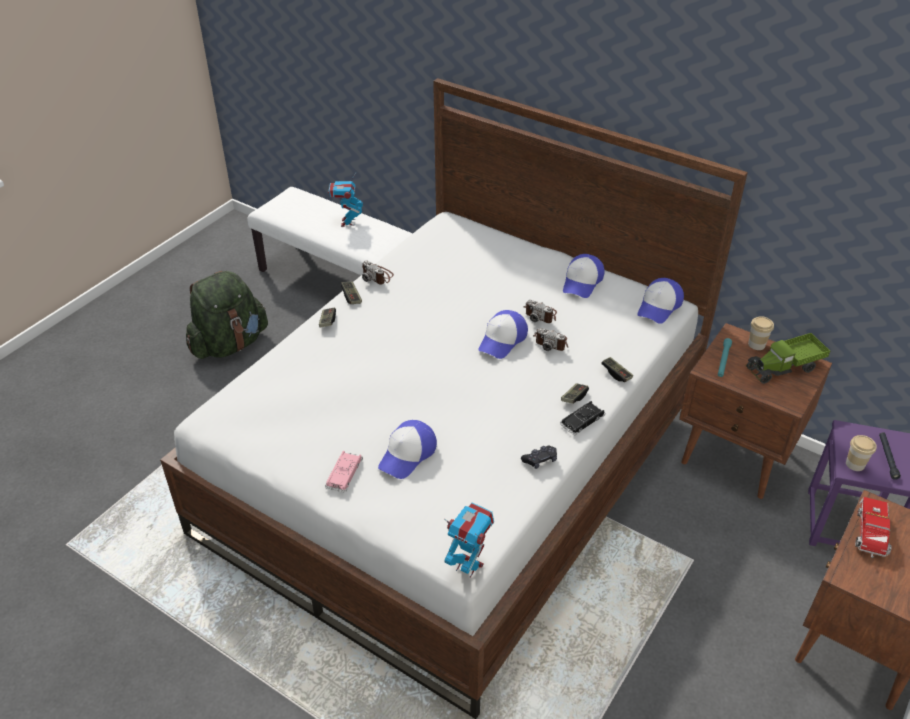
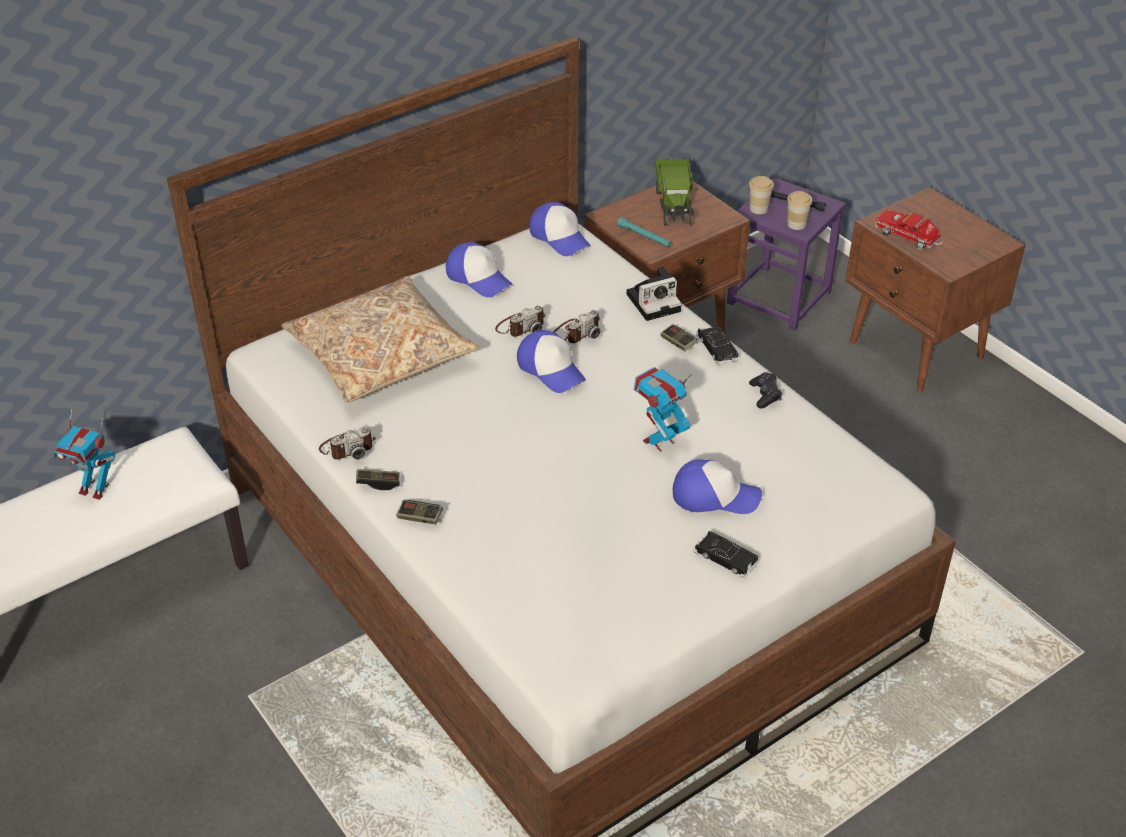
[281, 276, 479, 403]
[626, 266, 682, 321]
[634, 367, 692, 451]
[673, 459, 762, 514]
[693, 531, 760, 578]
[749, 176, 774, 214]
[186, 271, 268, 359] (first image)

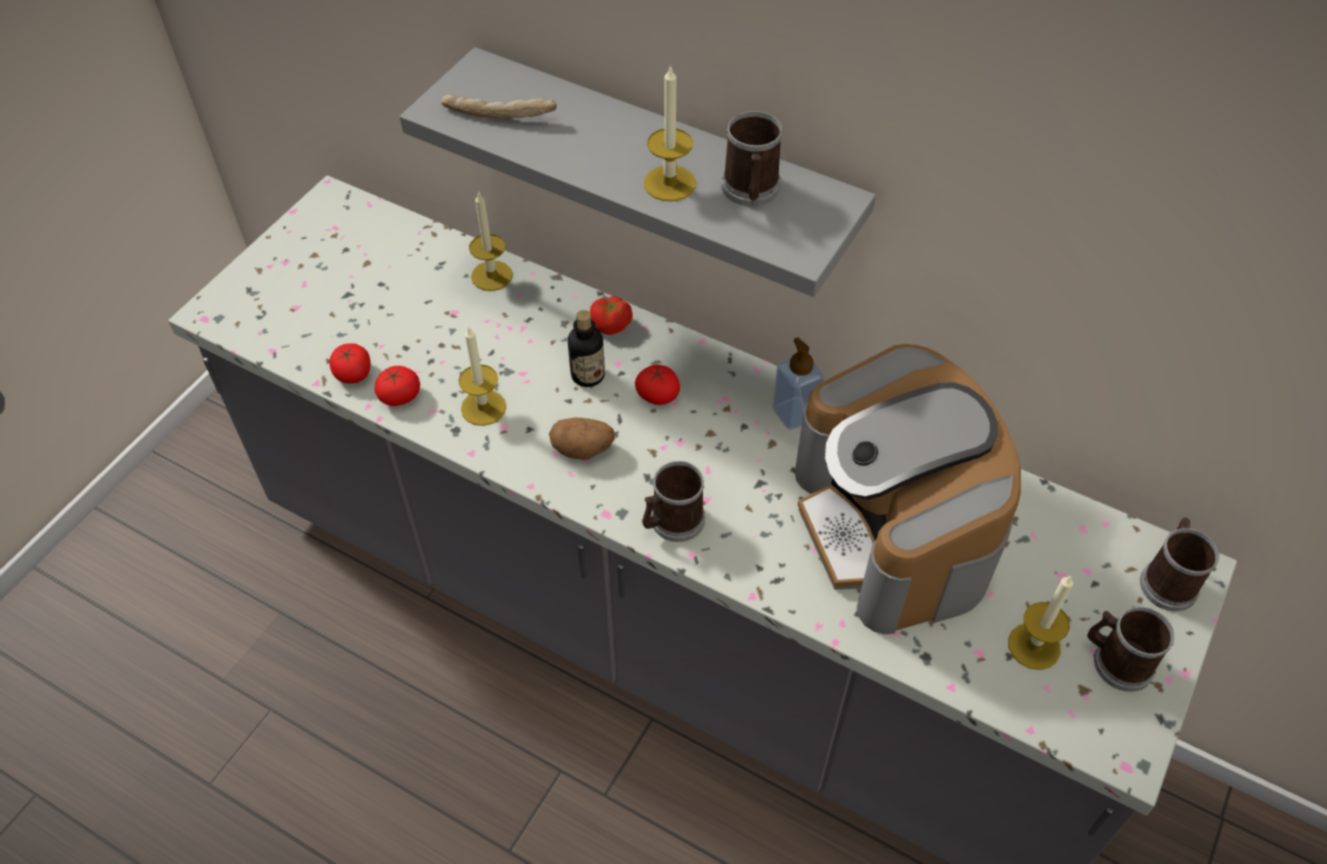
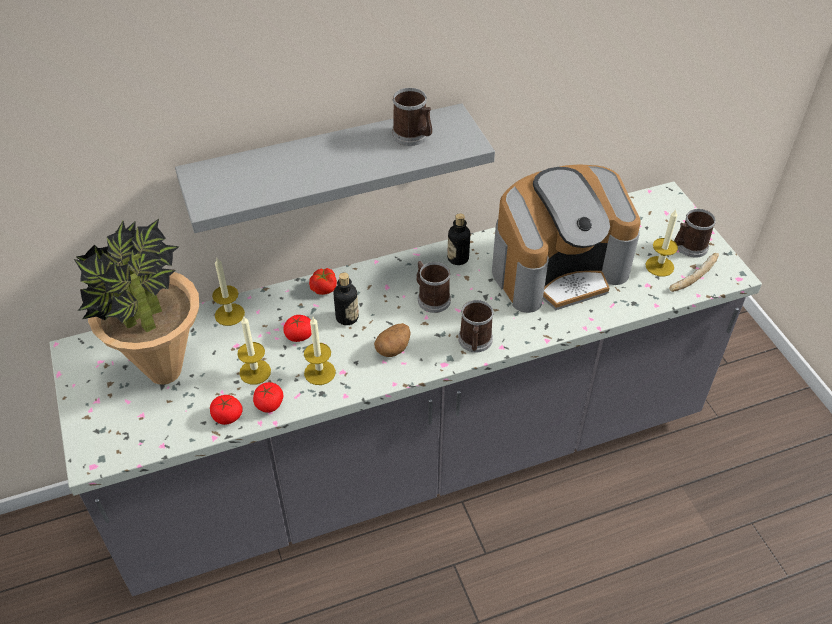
[74, 219, 199, 385]
[237, 315, 271, 384]
[283, 315, 312, 342]
[416, 261, 451, 313]
[447, 213, 470, 265]
[492, 164, 641, 313]
[669, 253, 719, 292]

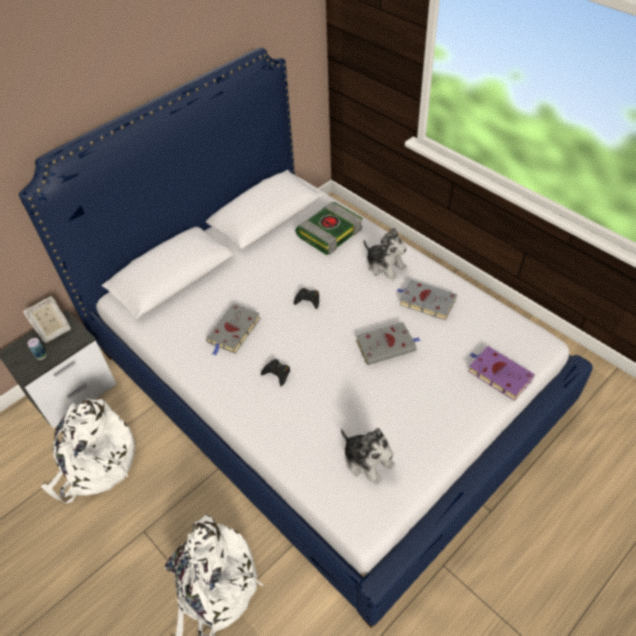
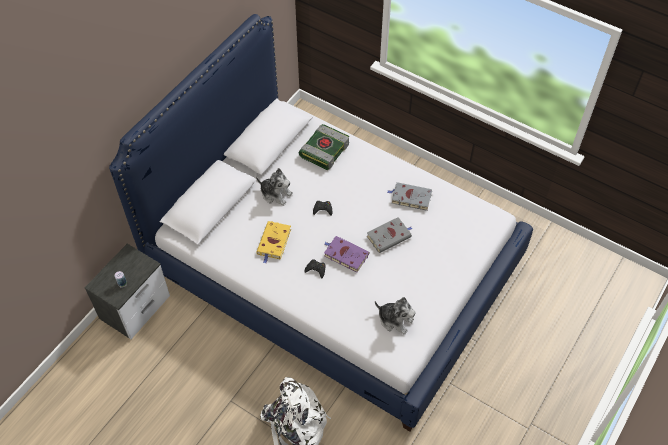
[256, 168, 293, 206]
[256, 221, 291, 263]
[324, 236, 369, 273]
[23, 296, 71, 343] (first image)
[41, 399, 135, 503] (first image)

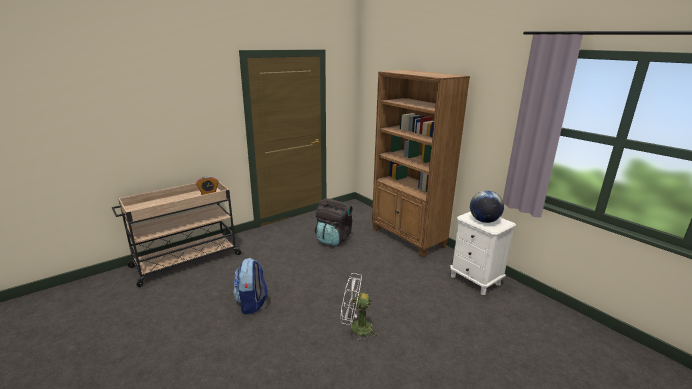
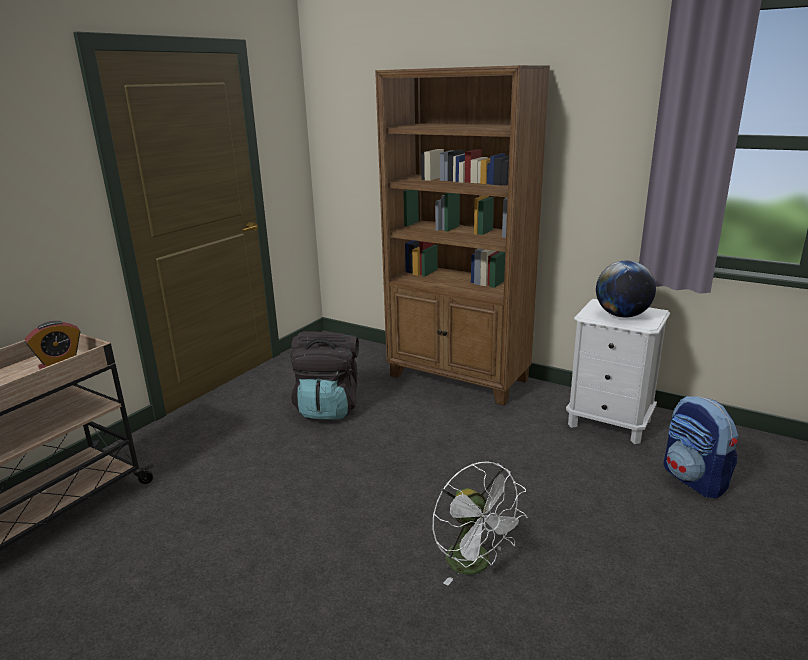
[433, 461, 528, 586]
[663, 396, 738, 498]

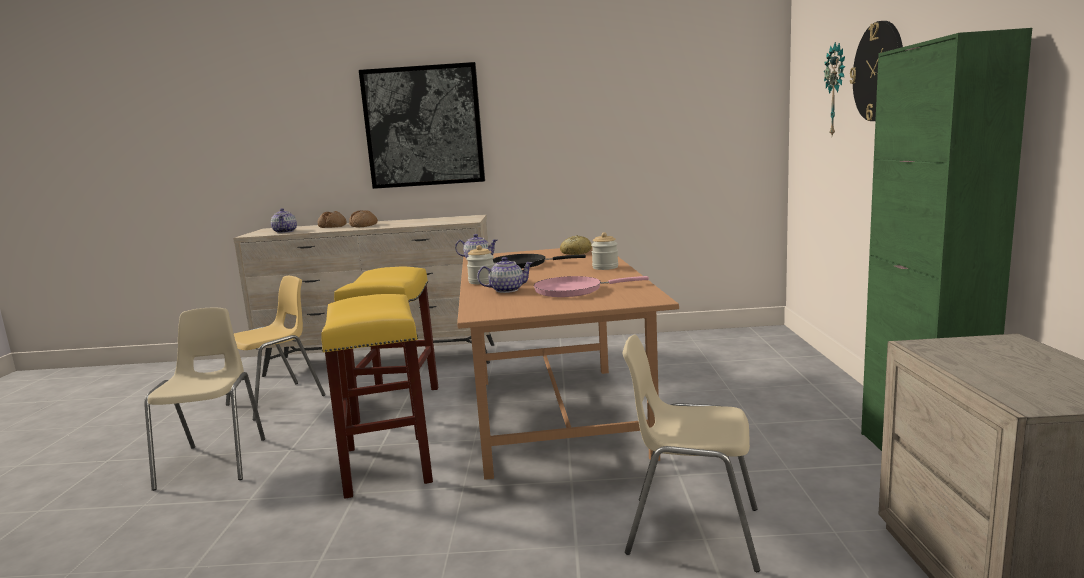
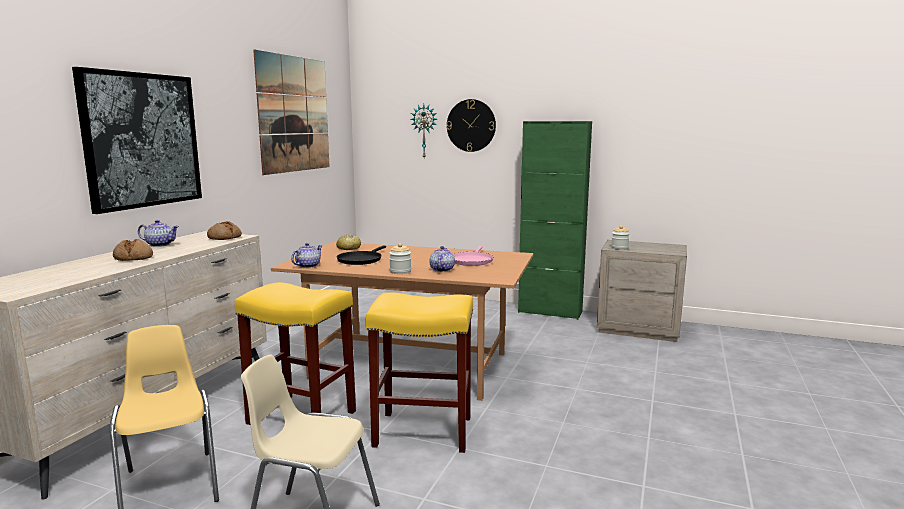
[138, 220, 179, 247]
[207, 221, 242, 240]
[253, 50, 330, 175]
[611, 226, 630, 250]
[623, 334, 760, 572] (first image)

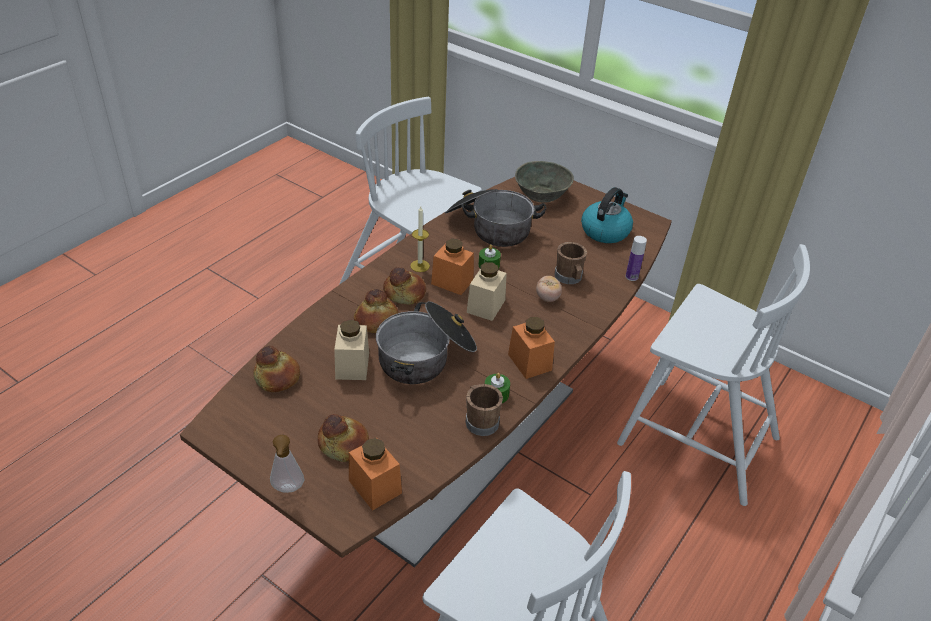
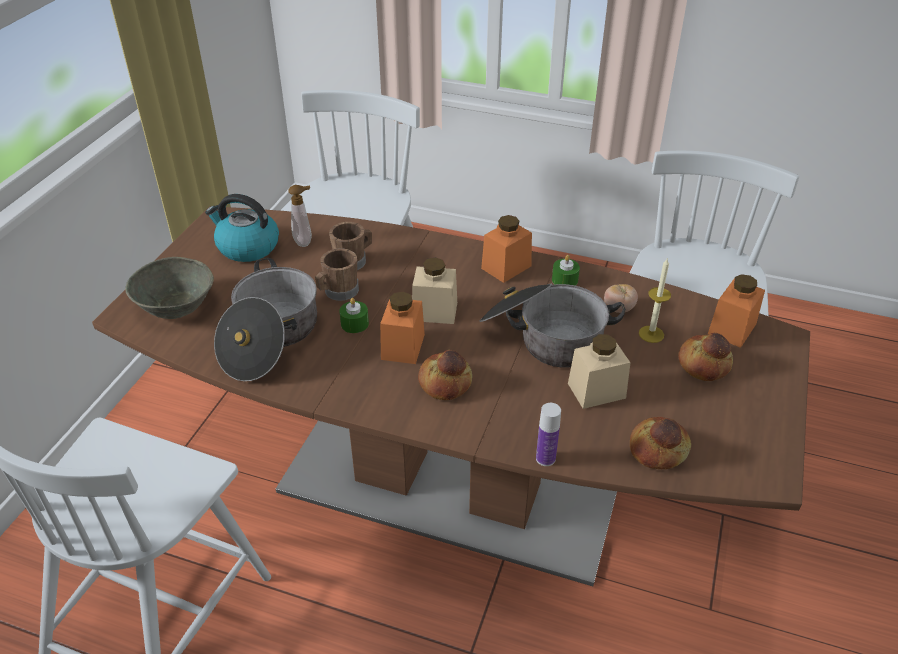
[289, 185, 312, 247]
[315, 248, 359, 301]
[536, 403, 561, 466]
[604, 284, 638, 313]
[639, 259, 671, 343]
[354, 289, 398, 333] (first image)

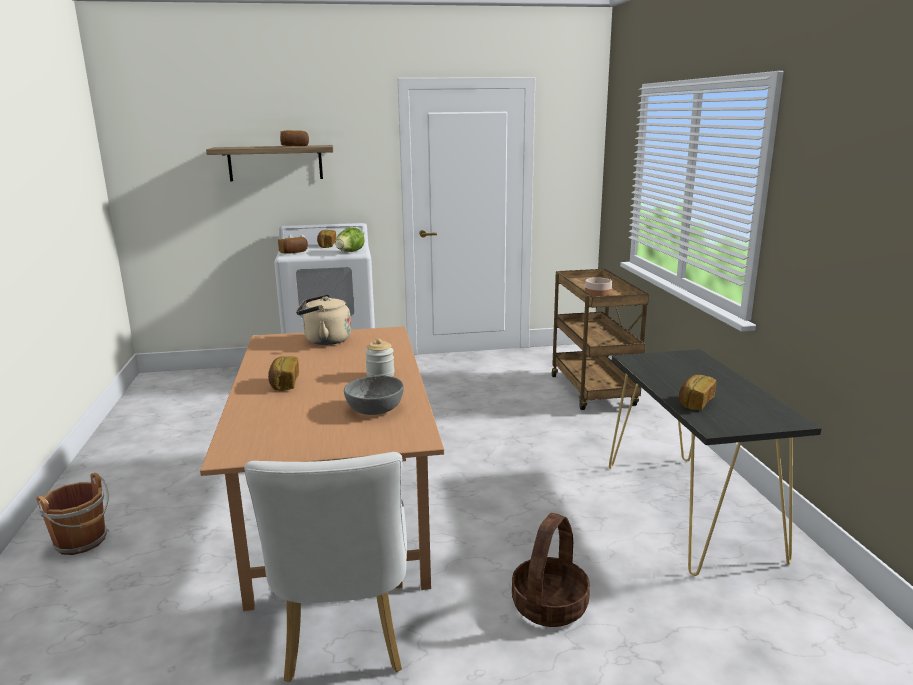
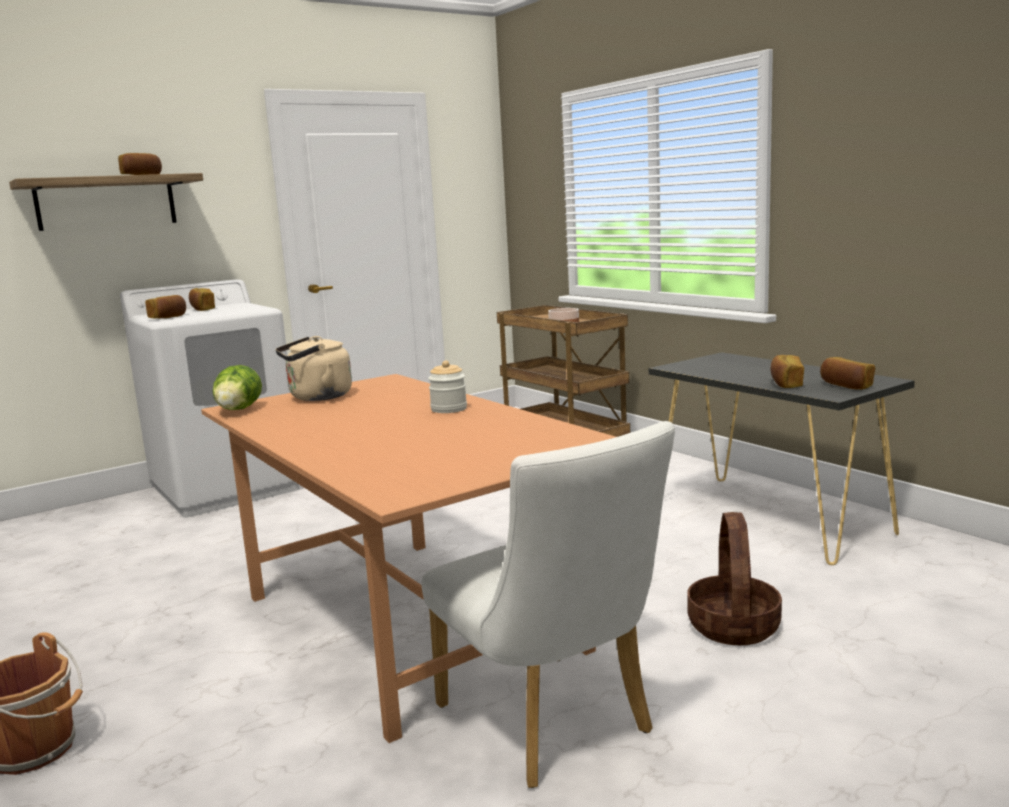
[212, 365, 262, 410]
[820, 357, 875, 390]
[344, 376, 404, 415] (first image)

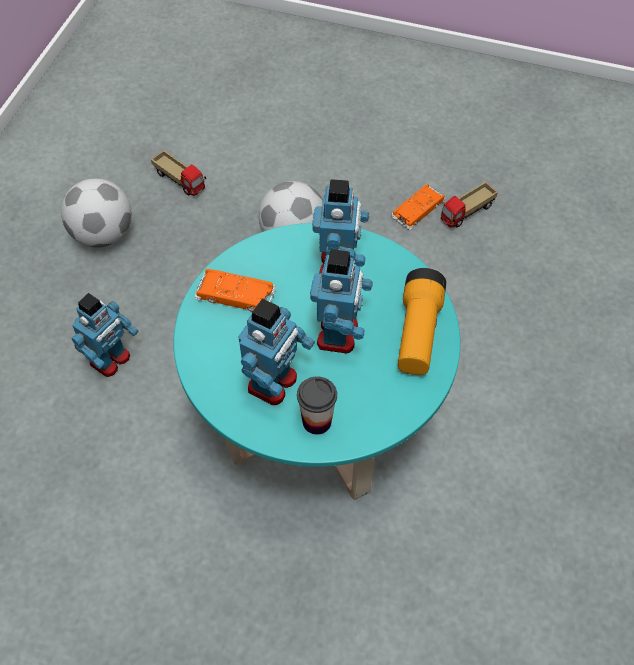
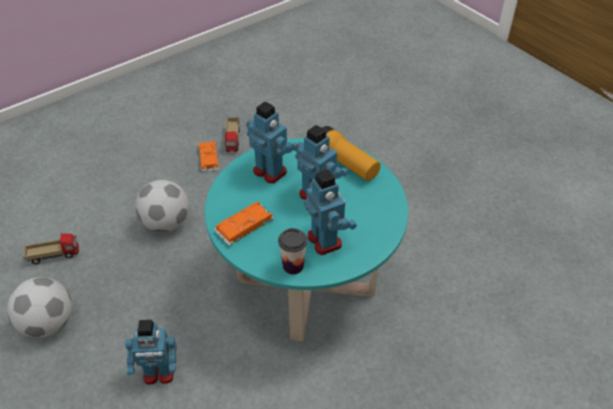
[125, 320, 177, 385]
[278, 228, 307, 274]

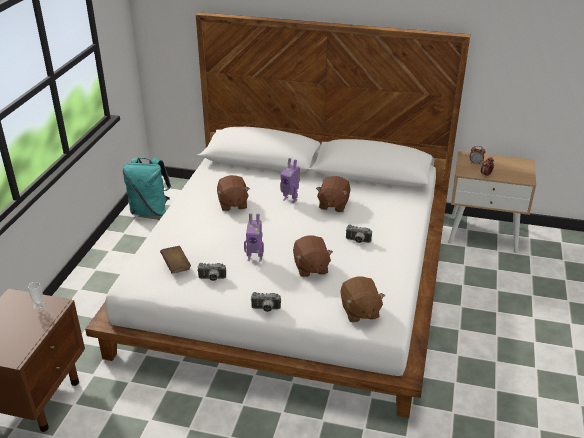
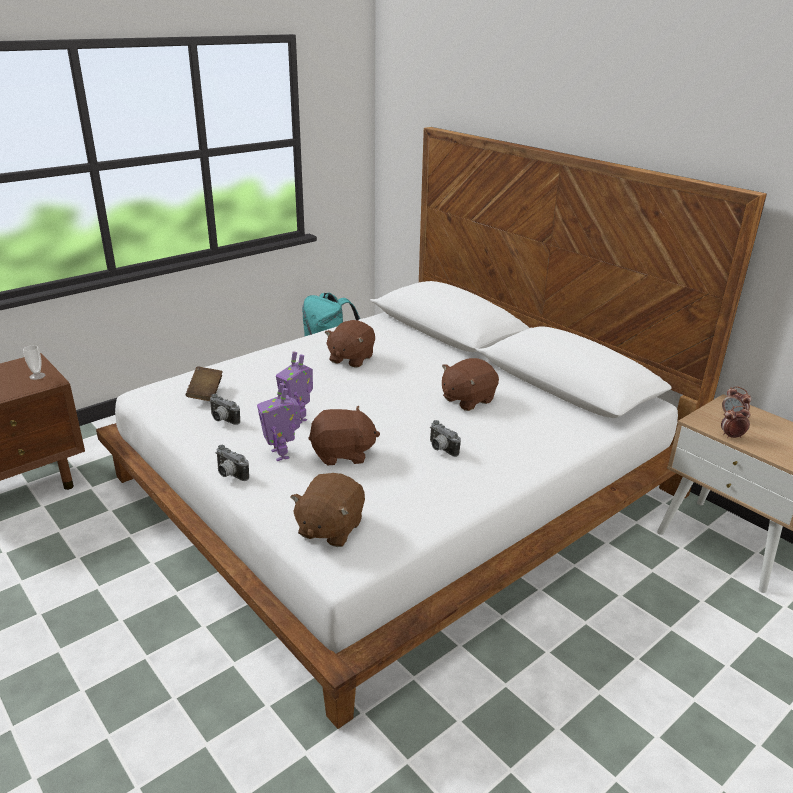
[257, 383, 300, 461]
[308, 406, 380, 465]

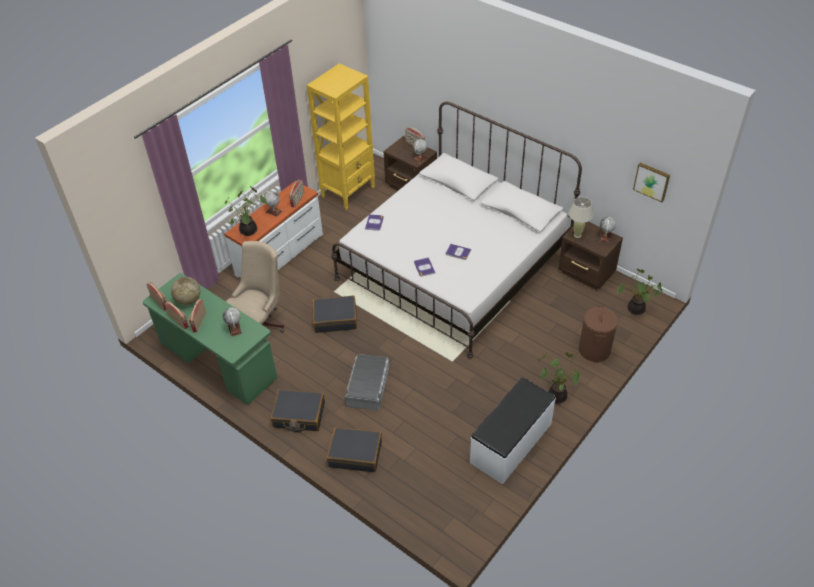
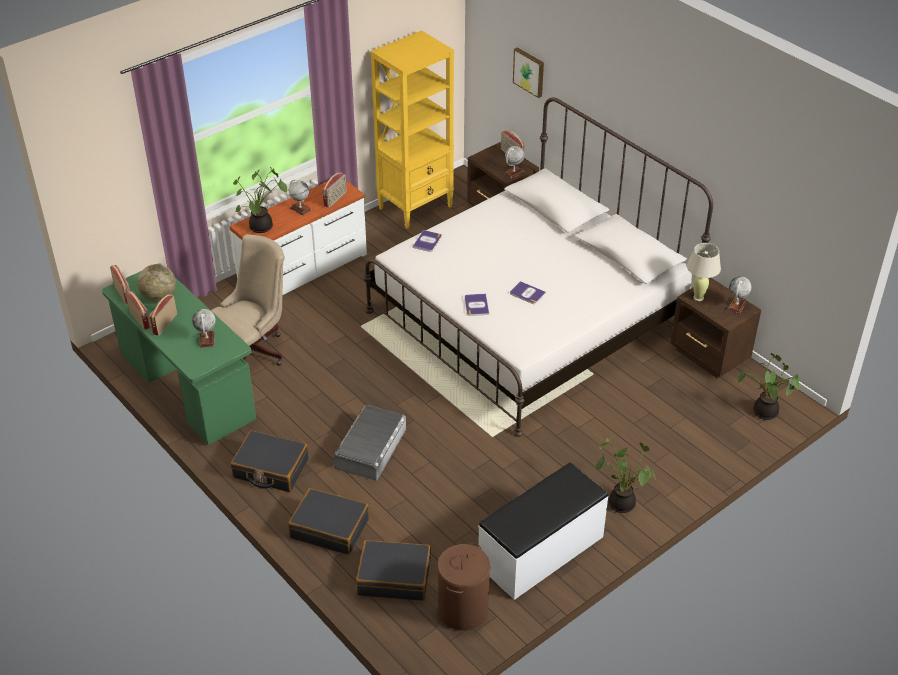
[356, 540, 431, 601]
[438, 543, 490, 631]
[513, 47, 544, 98]

